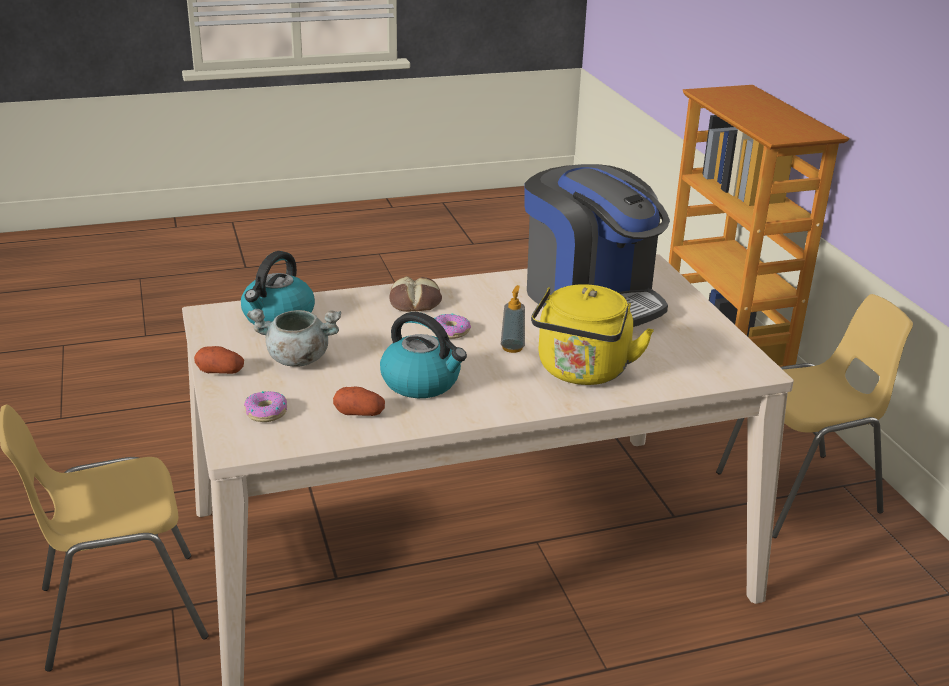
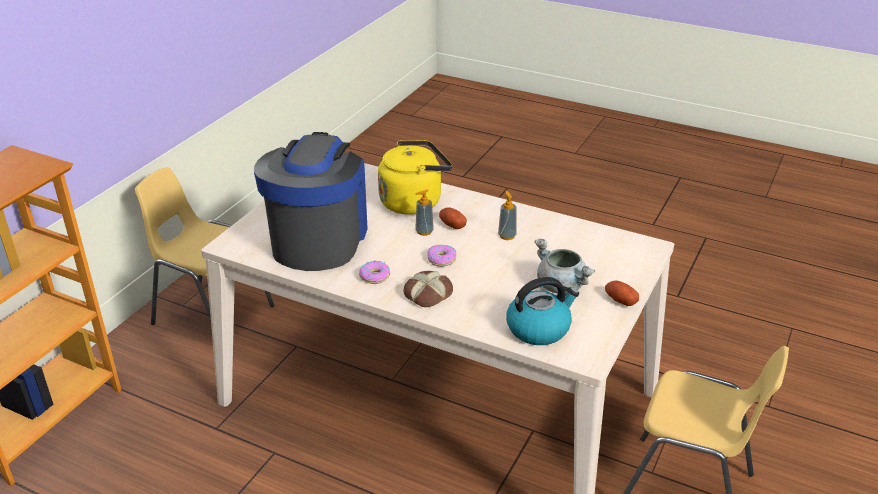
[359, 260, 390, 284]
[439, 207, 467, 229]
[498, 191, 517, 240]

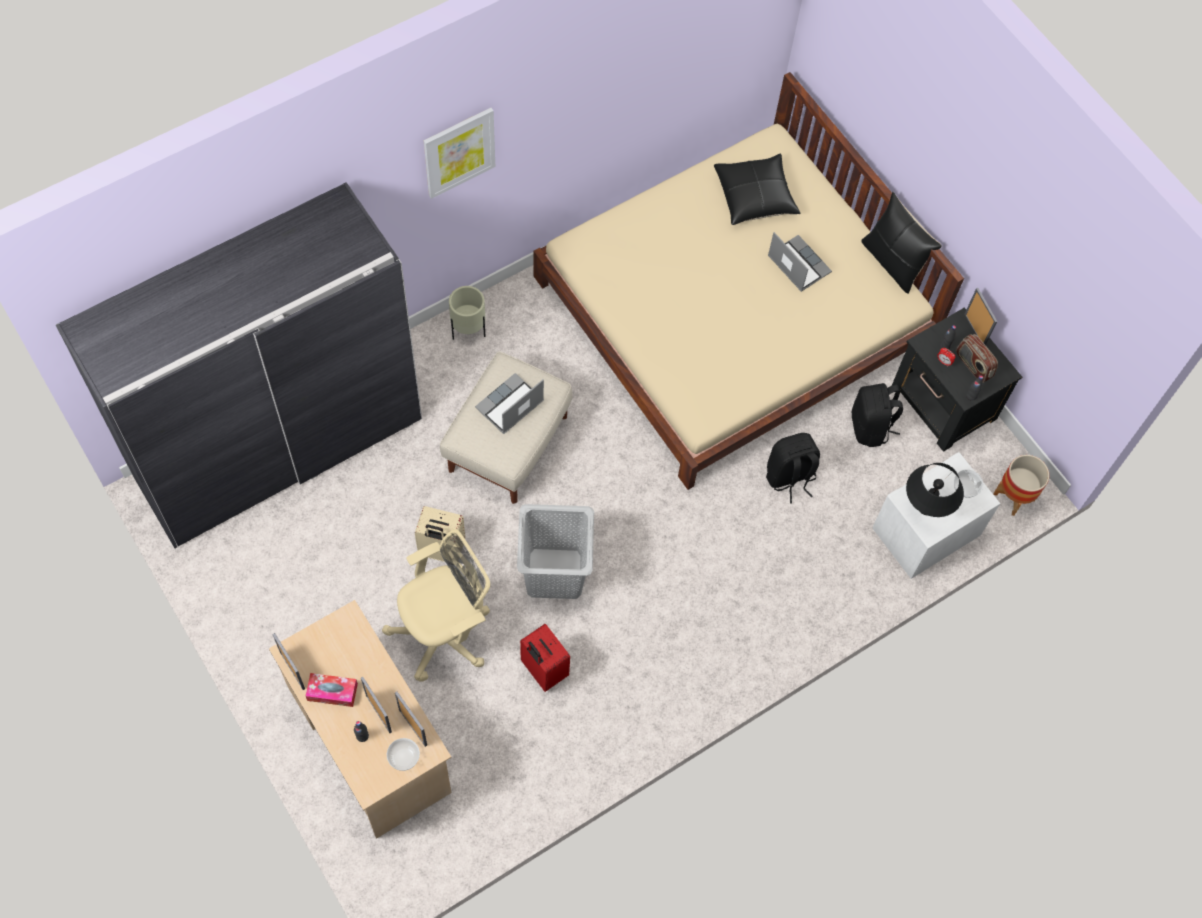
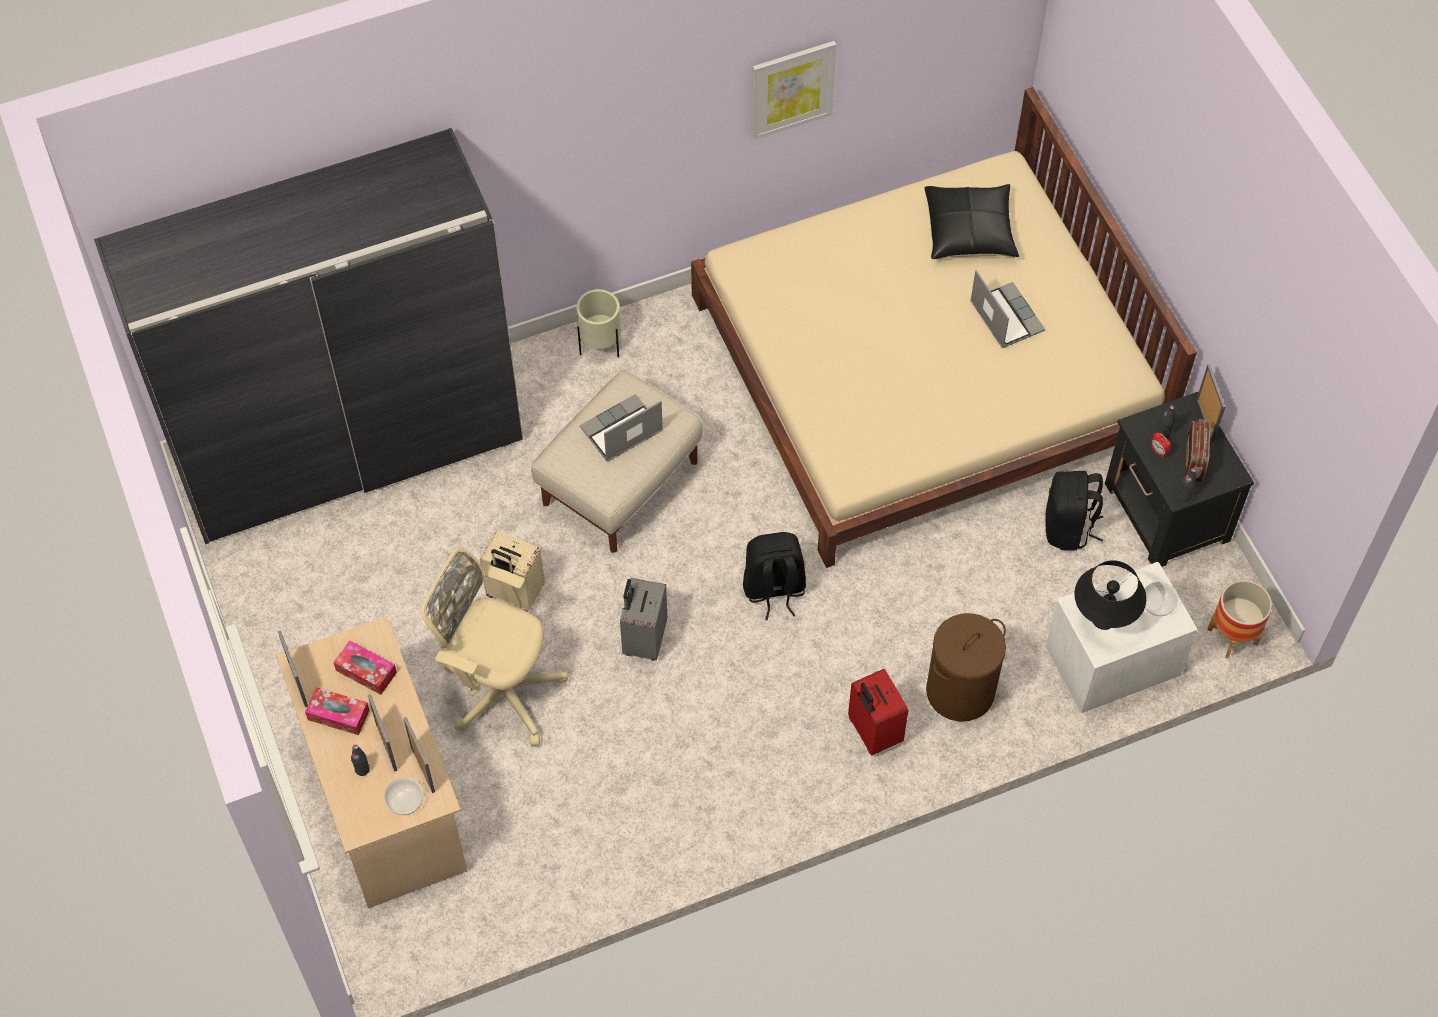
[333, 640, 397, 695]
[421, 547, 568, 746]
[620, 578, 667, 661]
[743, 532, 806, 620]
[752, 41, 837, 140]
[848, 669, 908, 755]
[926, 613, 1006, 722]
[1185, 419, 1211, 482]
[861, 192, 942, 294] (first image)

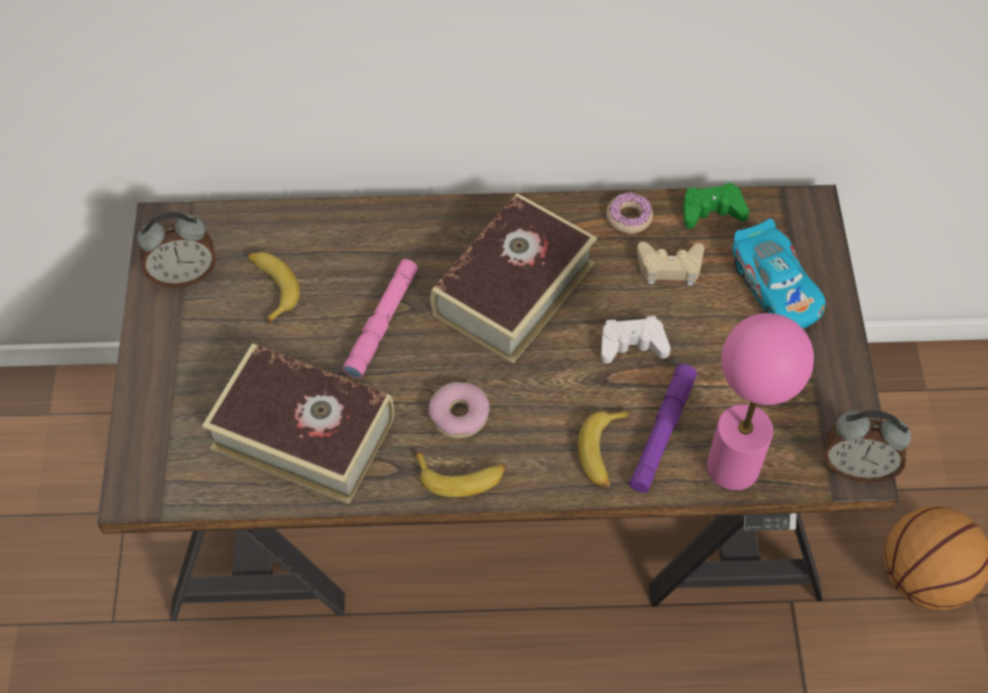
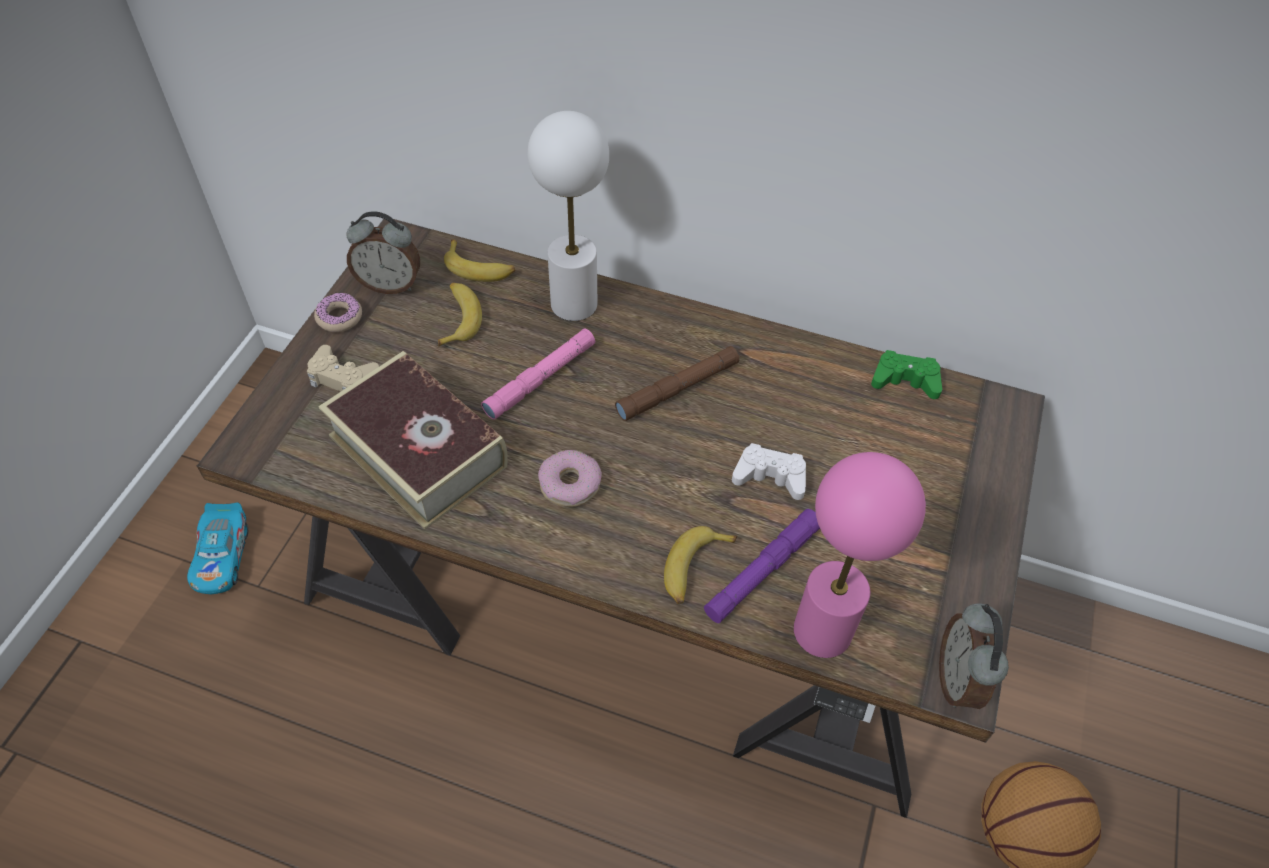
[187, 502, 248, 594]
[307, 345, 379, 391]
[314, 293, 362, 332]
[444, 240, 515, 282]
[528, 111, 609, 321]
[615, 346, 739, 421]
[939, 603, 1009, 709]

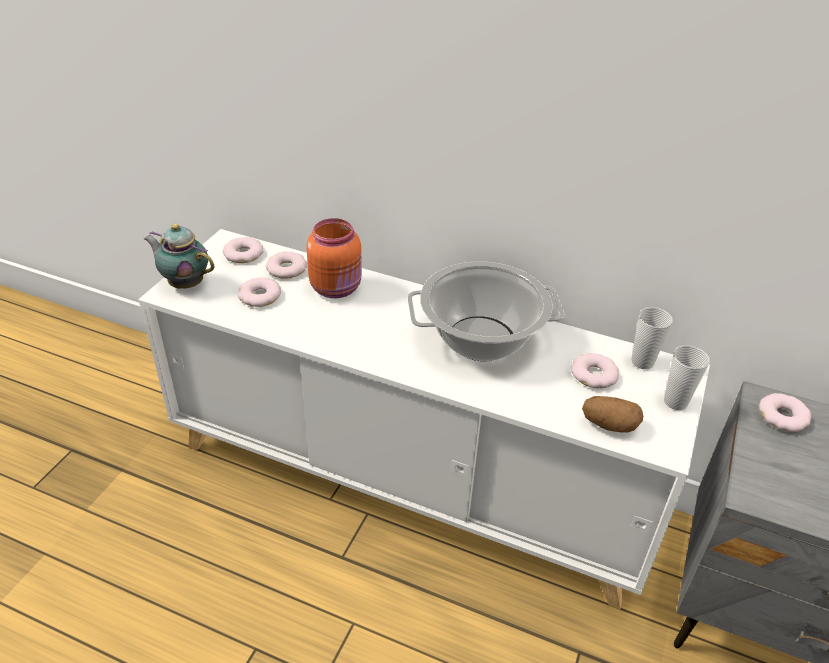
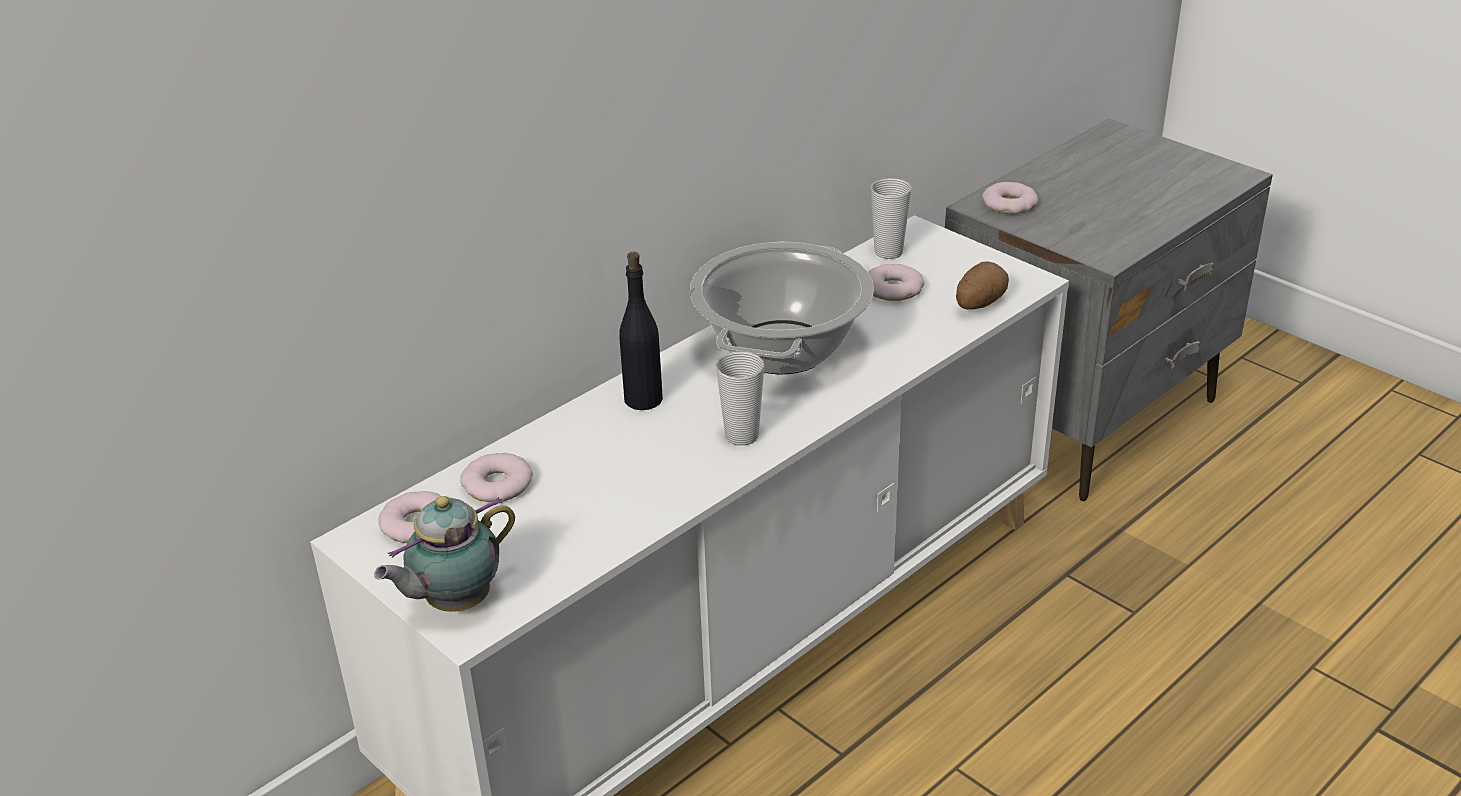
[619, 252, 663, 410]
[716, 351, 764, 446]
[238, 277, 281, 307] (first image)
[306, 218, 362, 298] (first image)

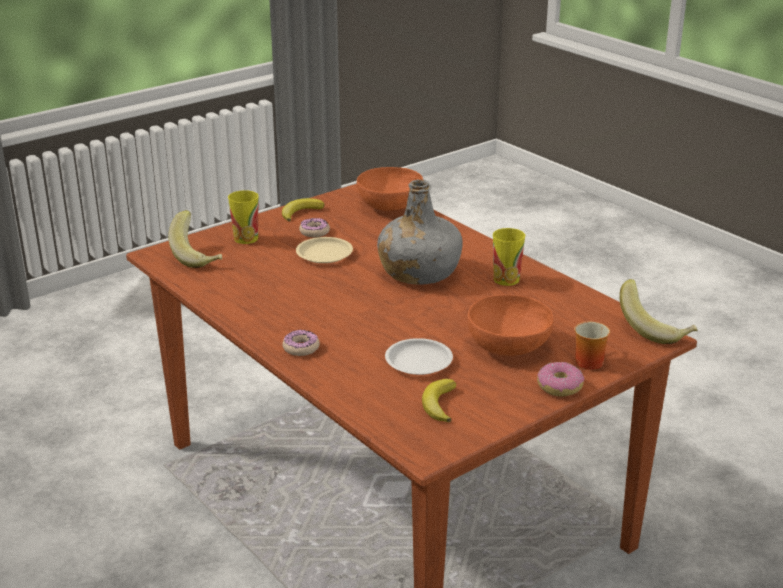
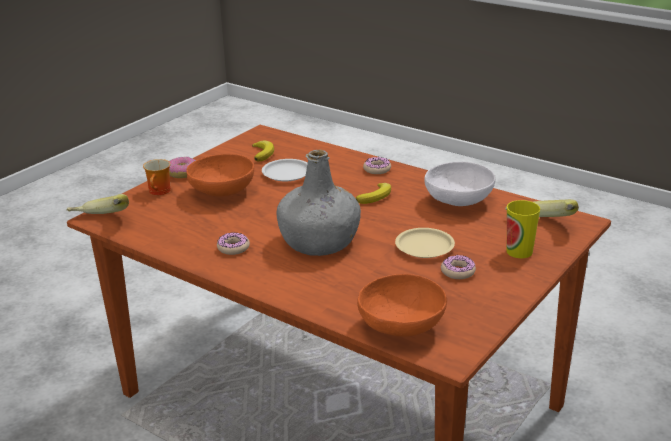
[217, 232, 250, 255]
[356, 183, 391, 204]
[424, 162, 495, 206]

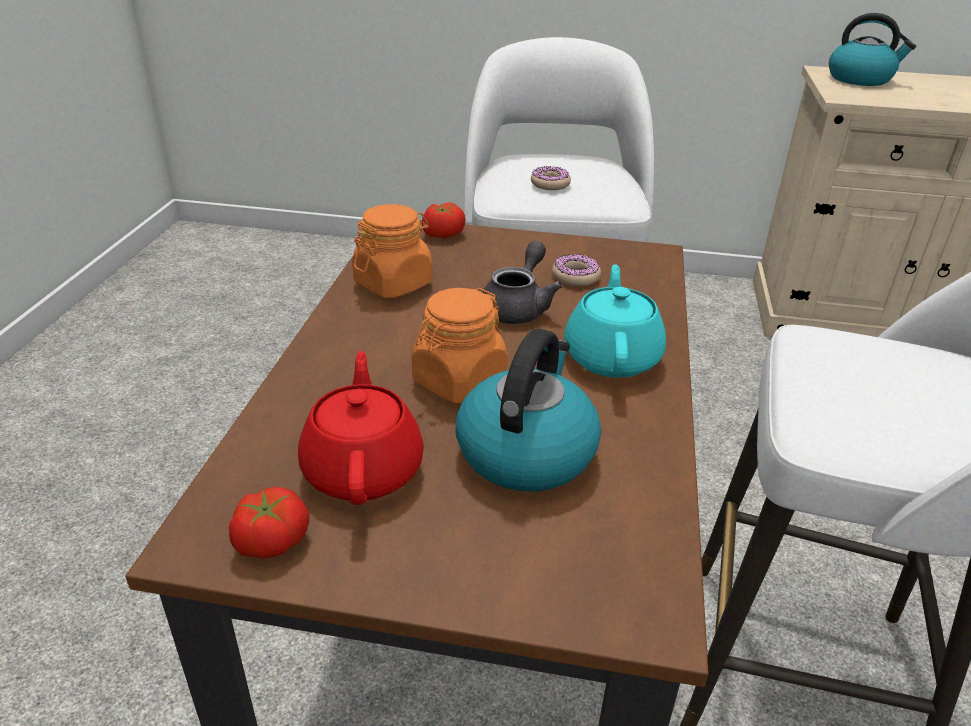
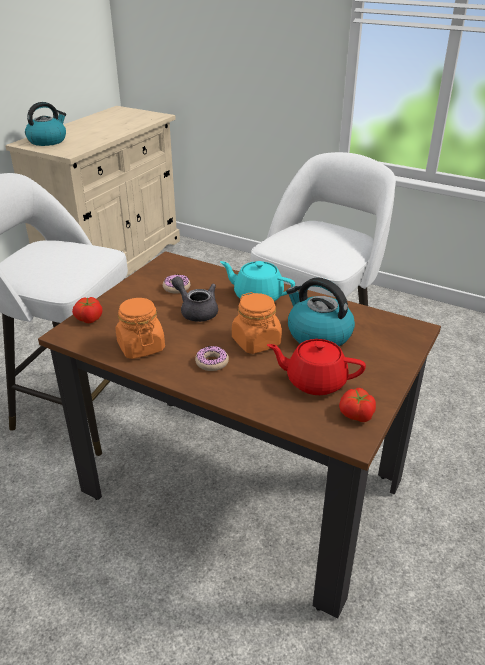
[195, 346, 229, 371]

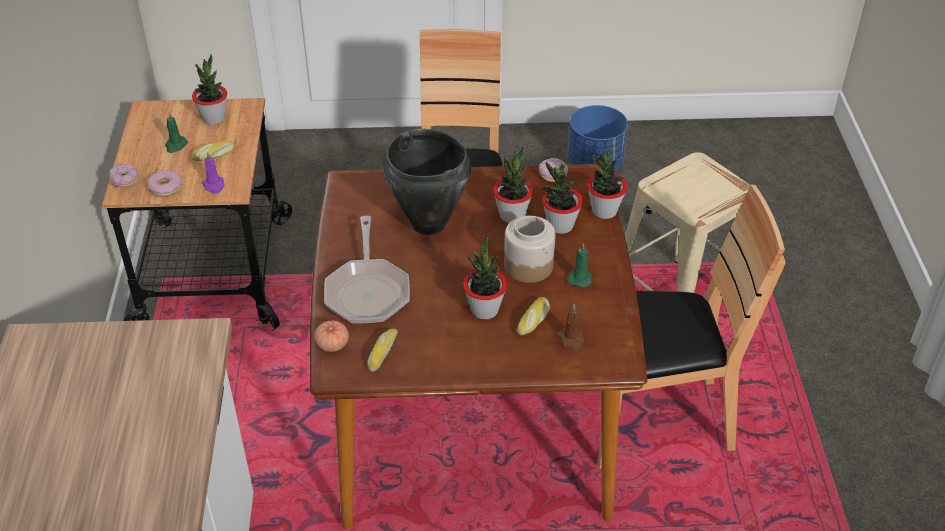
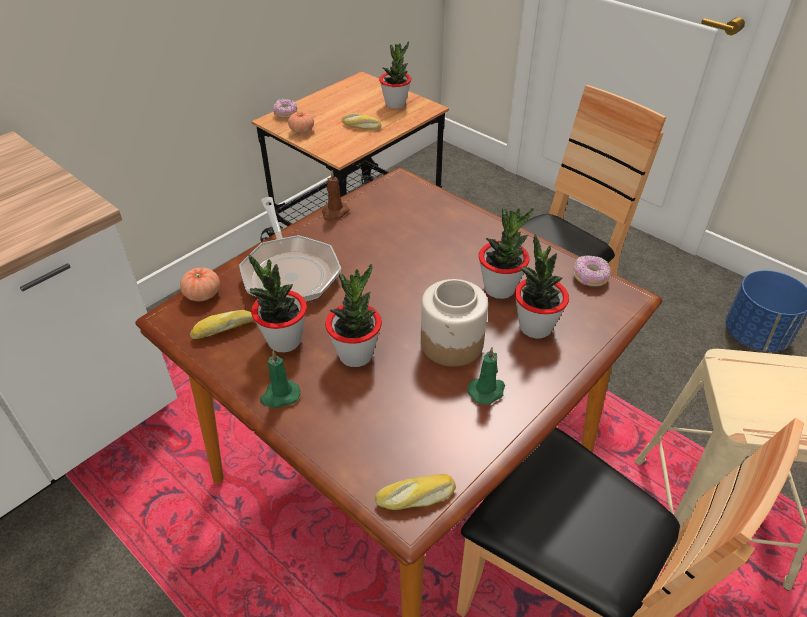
[239, 197, 341, 302]
[249, 254, 307, 353]
[260, 351, 300, 408]
[288, 111, 314, 133]
[322, 170, 349, 221]
[375, 474, 456, 510]
[202, 152, 225, 194] (first image)
[383, 129, 471, 235] (first image)

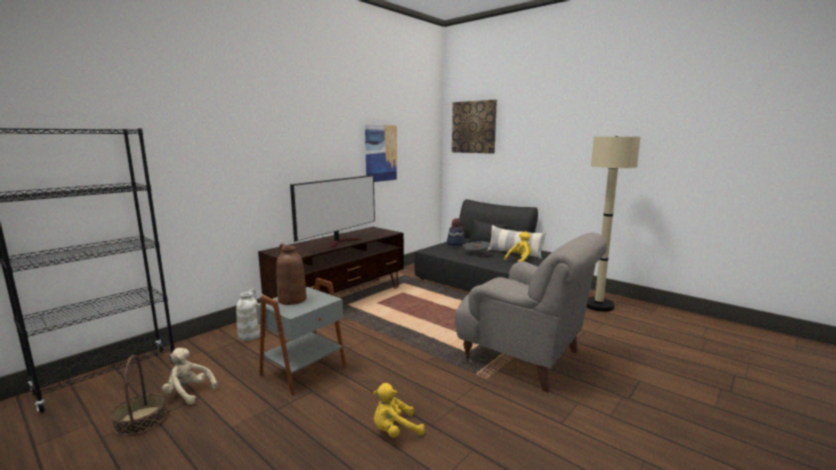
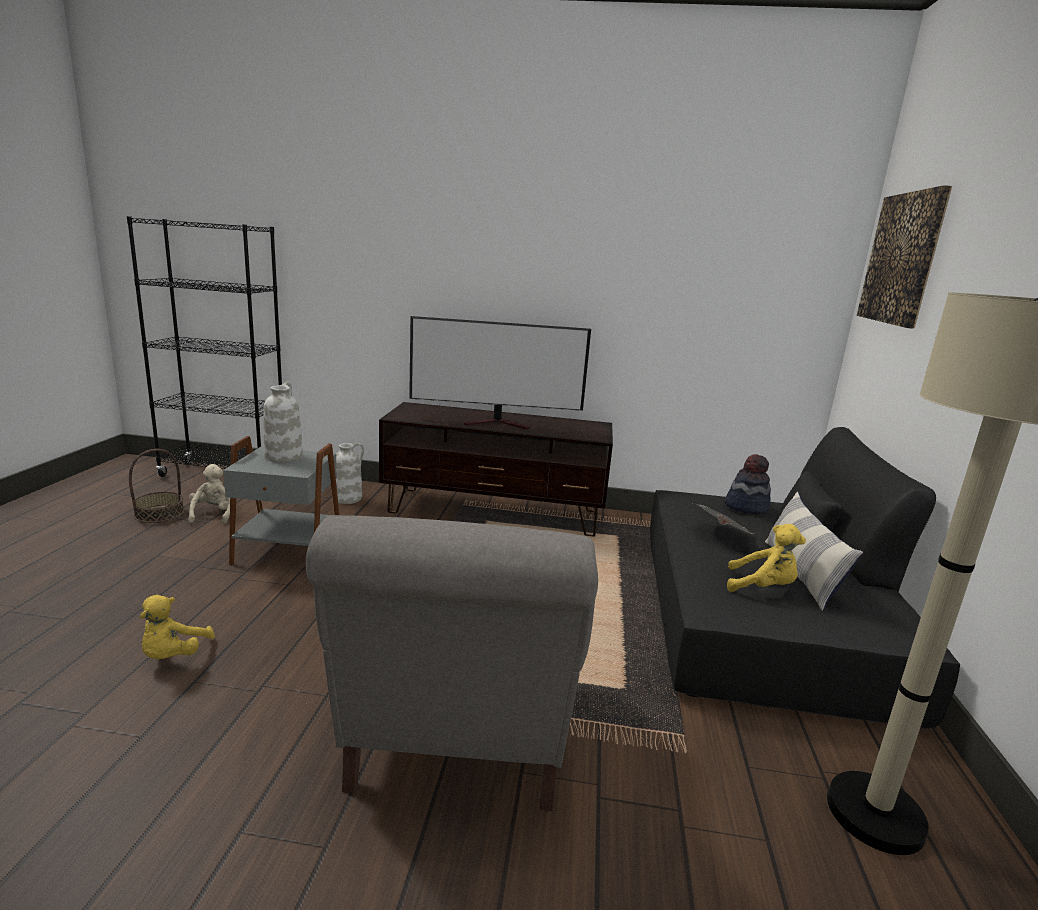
[140, 594, 215, 659]
[263, 381, 303, 463]
[365, 125, 397, 182] (first image)

